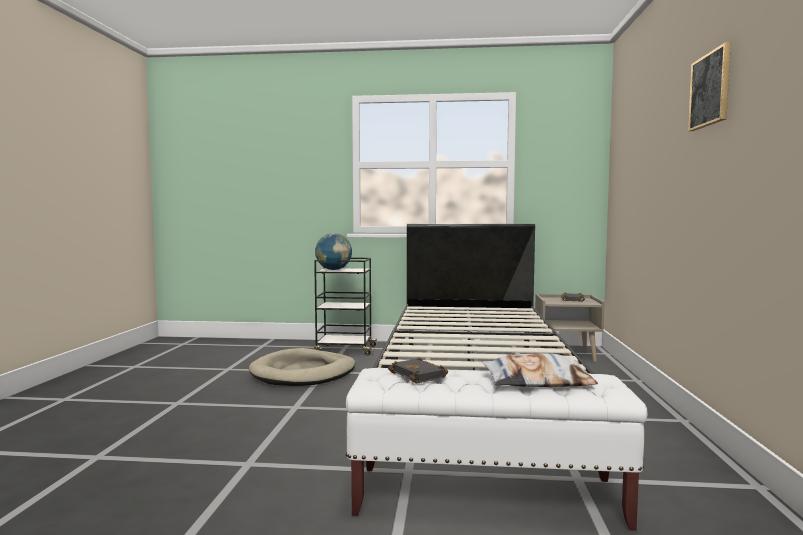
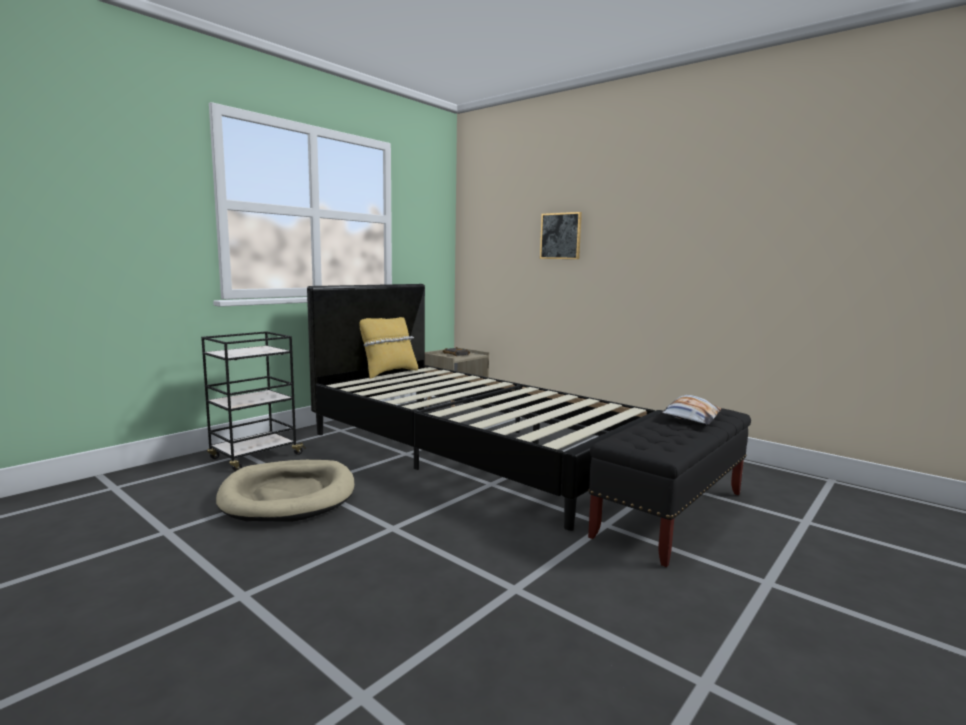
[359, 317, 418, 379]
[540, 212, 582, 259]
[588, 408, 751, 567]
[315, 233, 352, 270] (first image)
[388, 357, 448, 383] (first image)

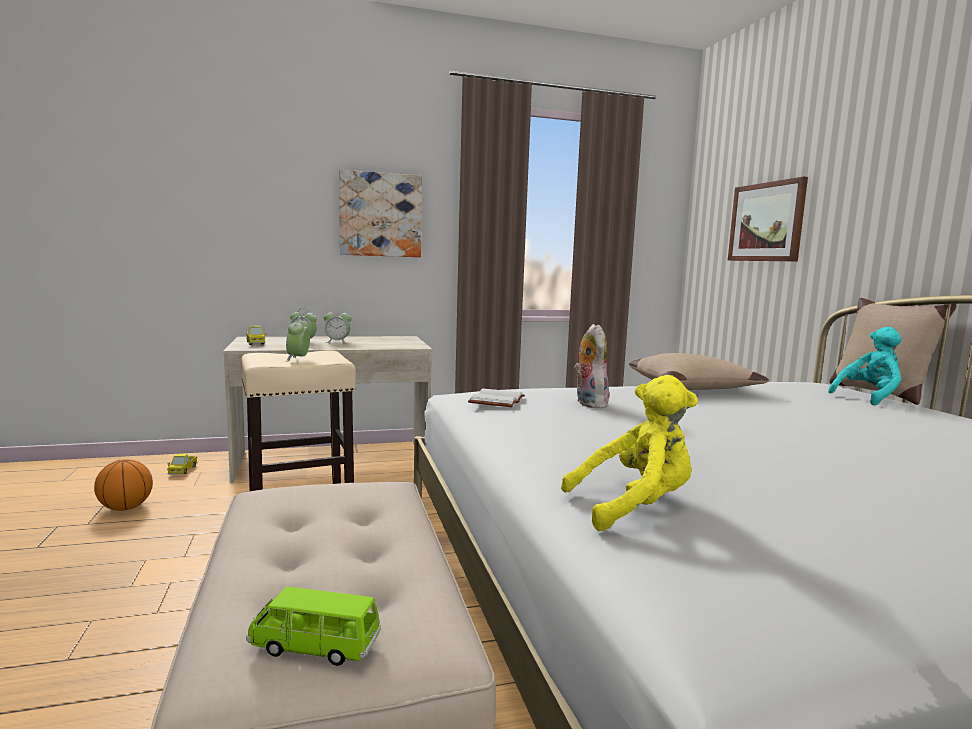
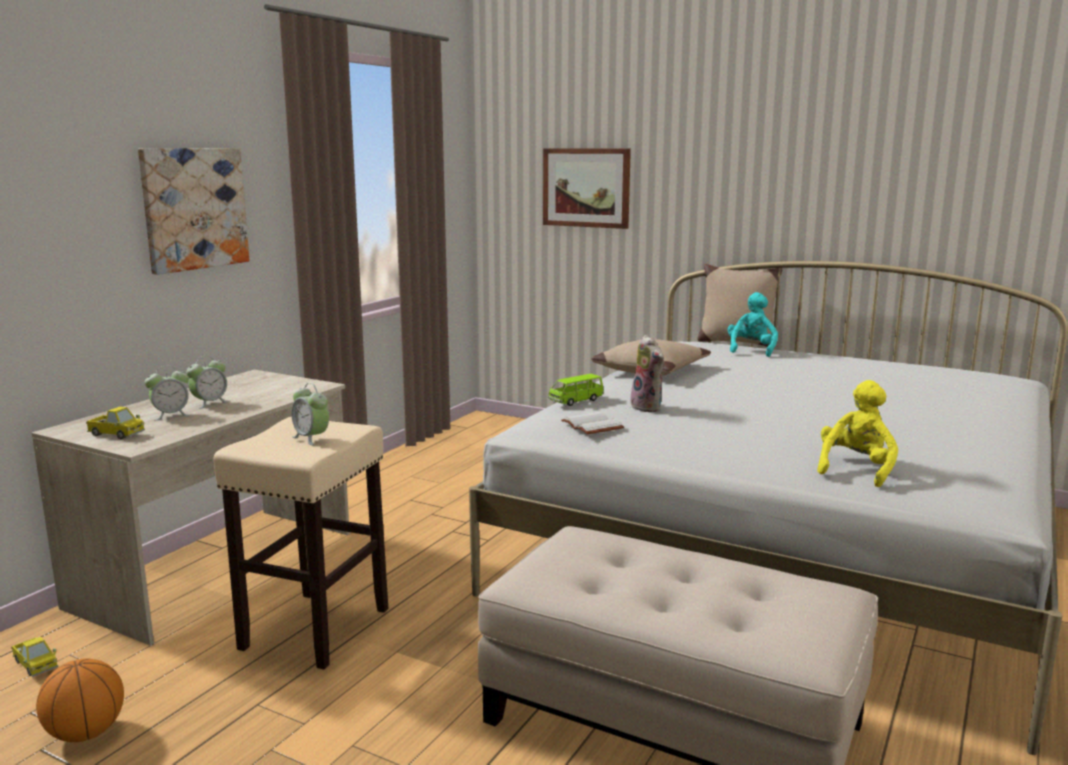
[548, 374, 604, 406]
[630, 335, 664, 412]

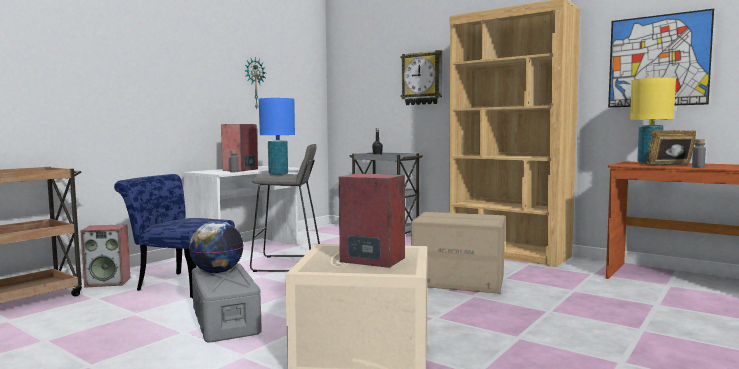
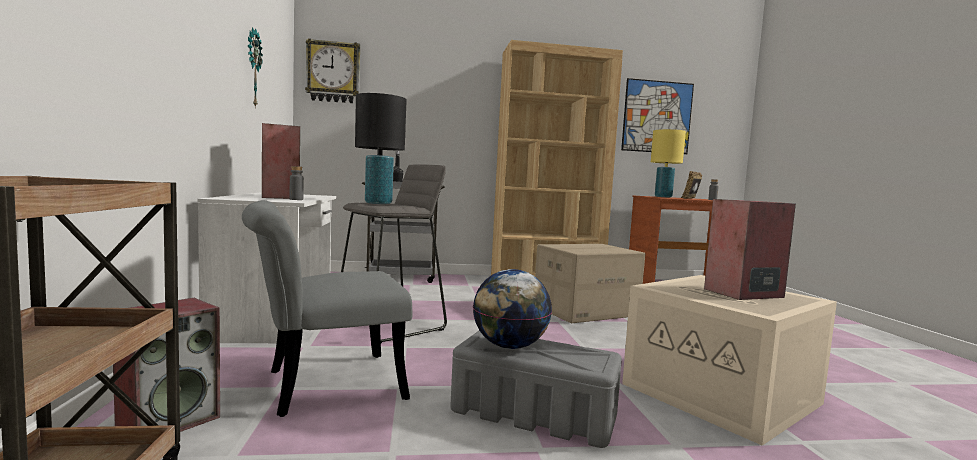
[242, 200, 412, 417]
[305, 38, 360, 103]
[355, 93, 407, 204]

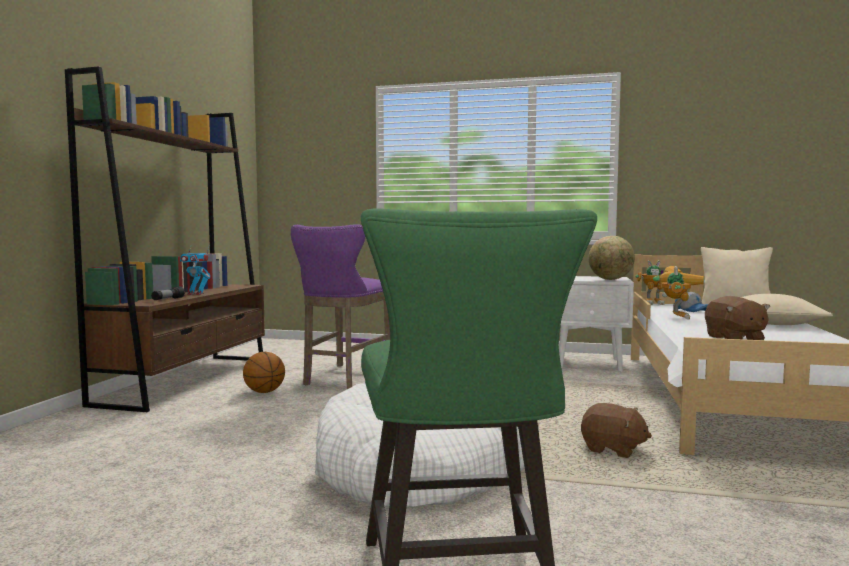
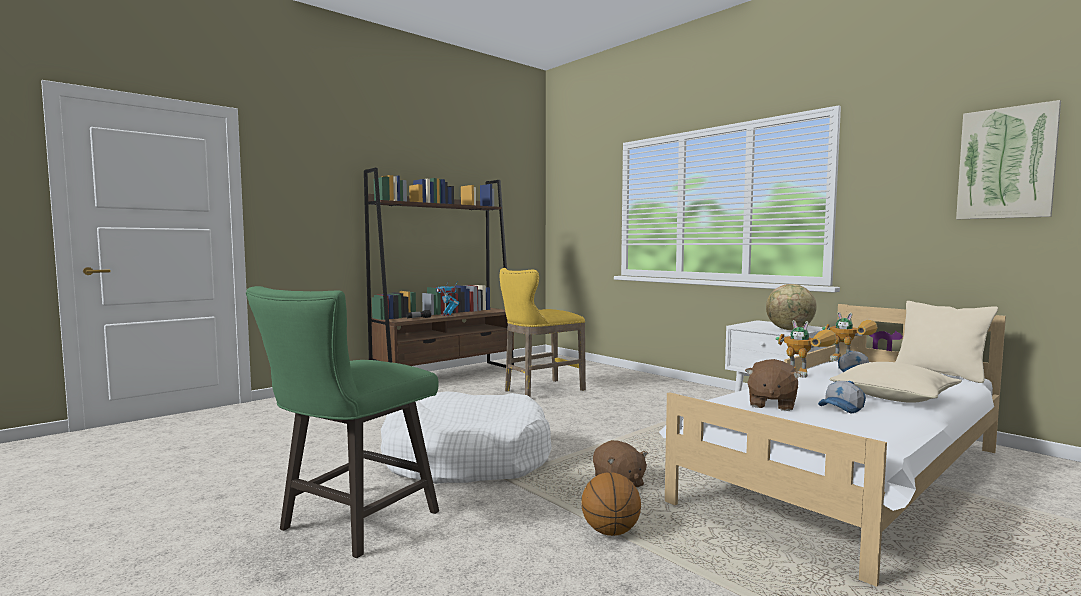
[500, 268, 586, 398]
[581, 472, 641, 536]
[776, 320, 837, 378]
[818, 381, 866, 413]
[956, 100, 1061, 219]

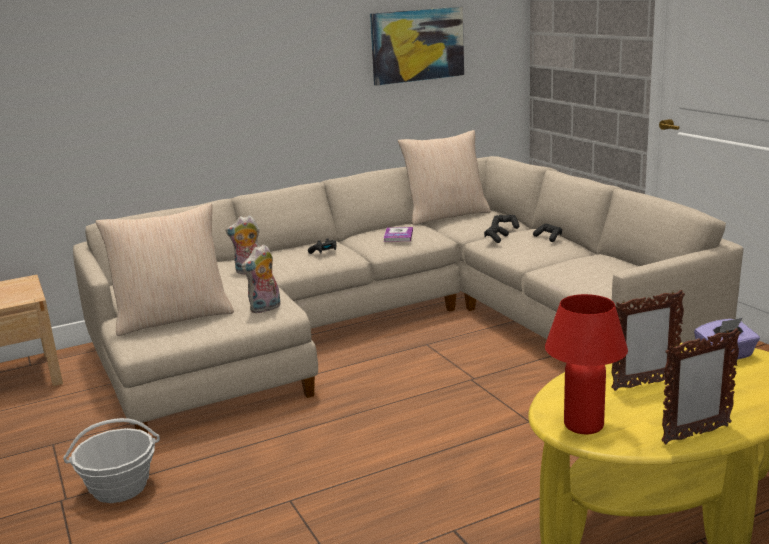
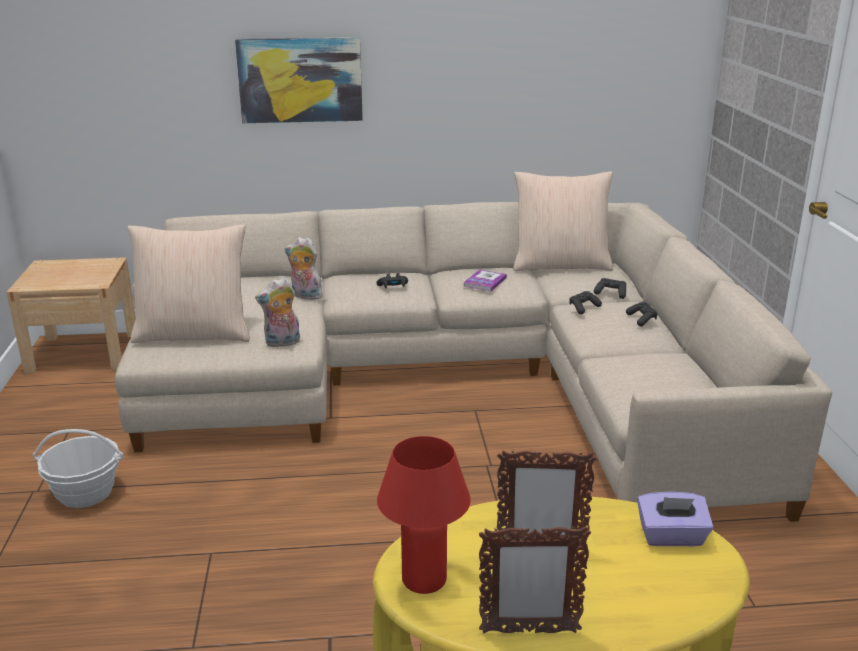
[235, 37, 363, 123]

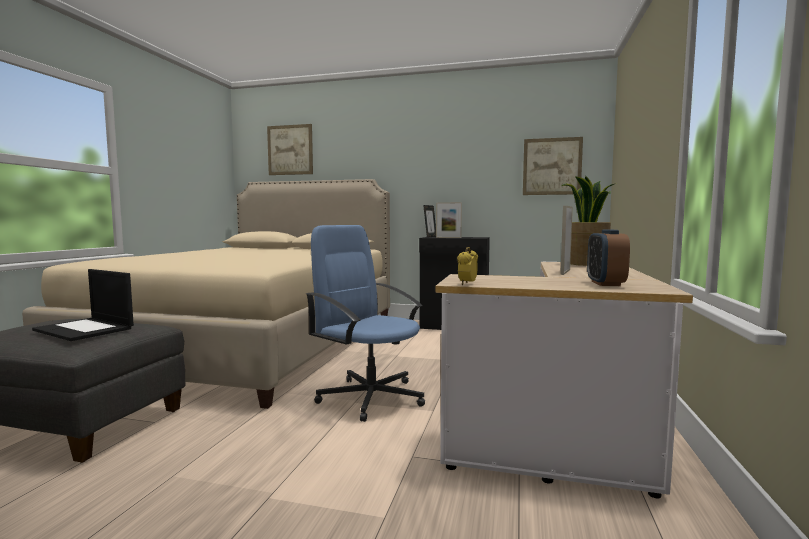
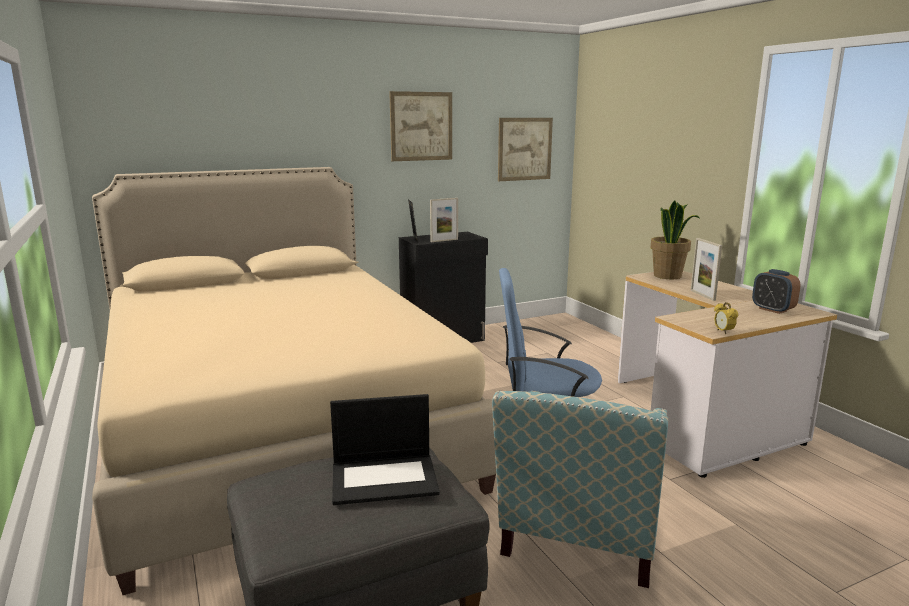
[389, 91, 452, 161]
[492, 391, 668, 588]

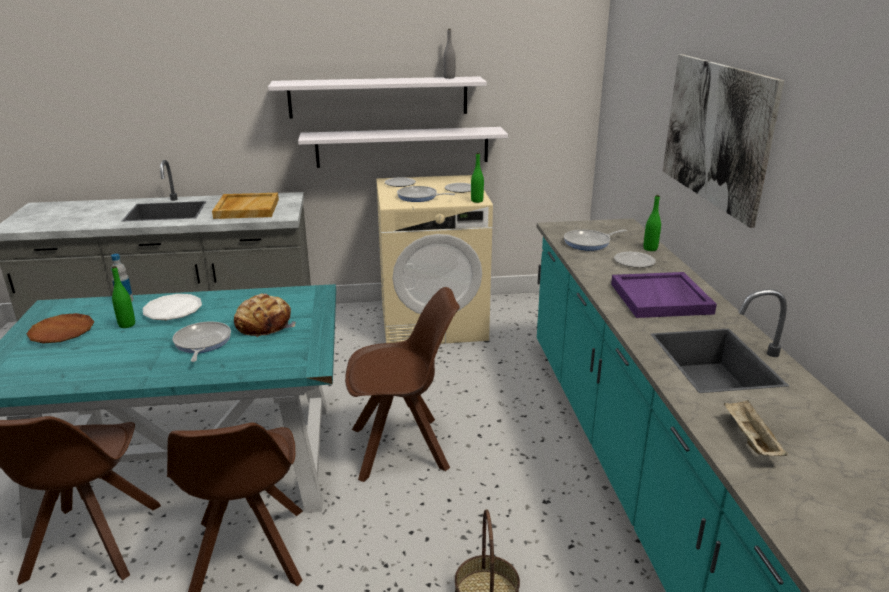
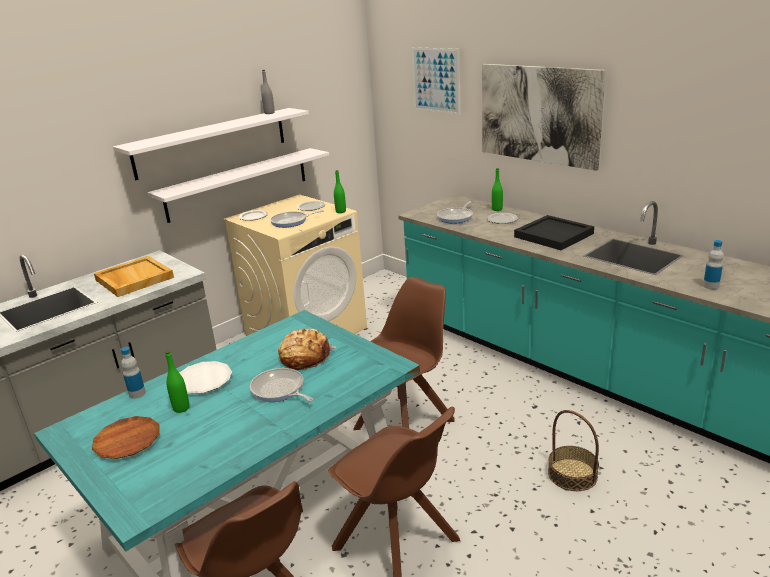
[412, 47, 460, 115]
[514, 215, 594, 250]
[703, 240, 723, 289]

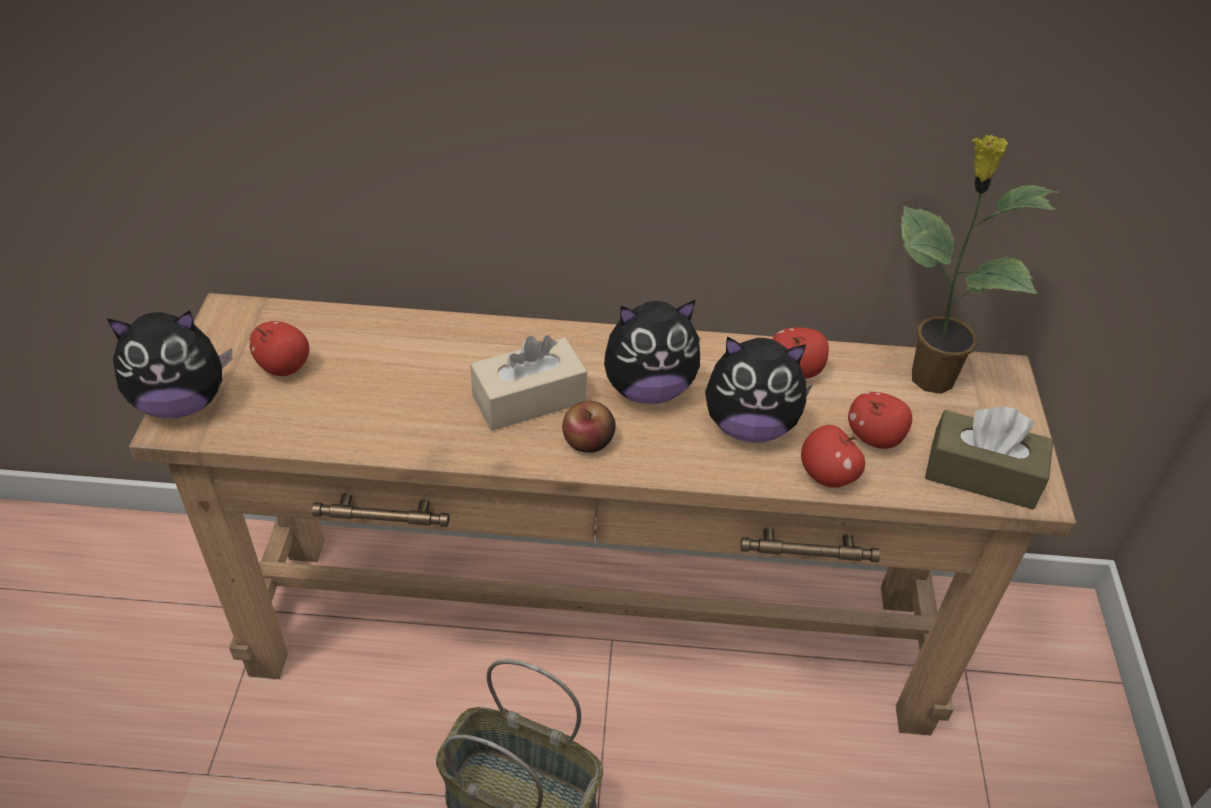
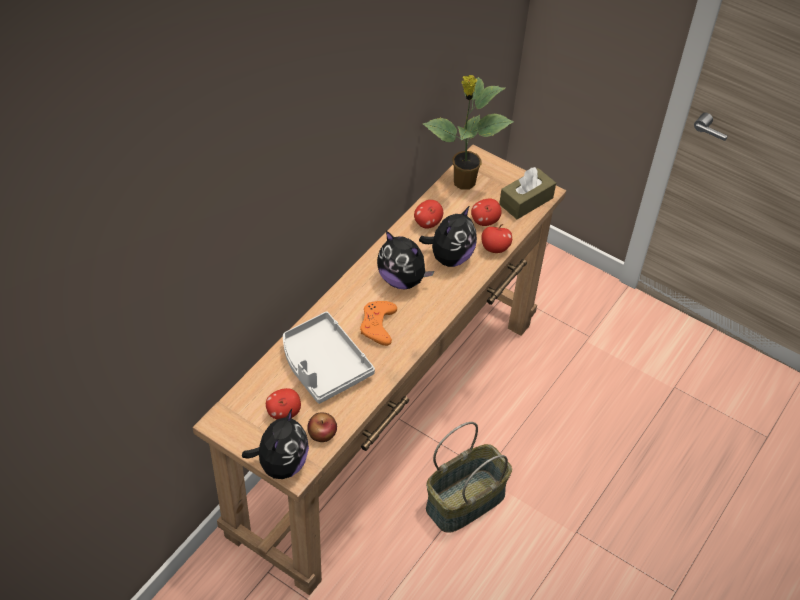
[283, 311, 375, 404]
[307, 412, 337, 442]
[360, 301, 397, 346]
[377, 231, 434, 290]

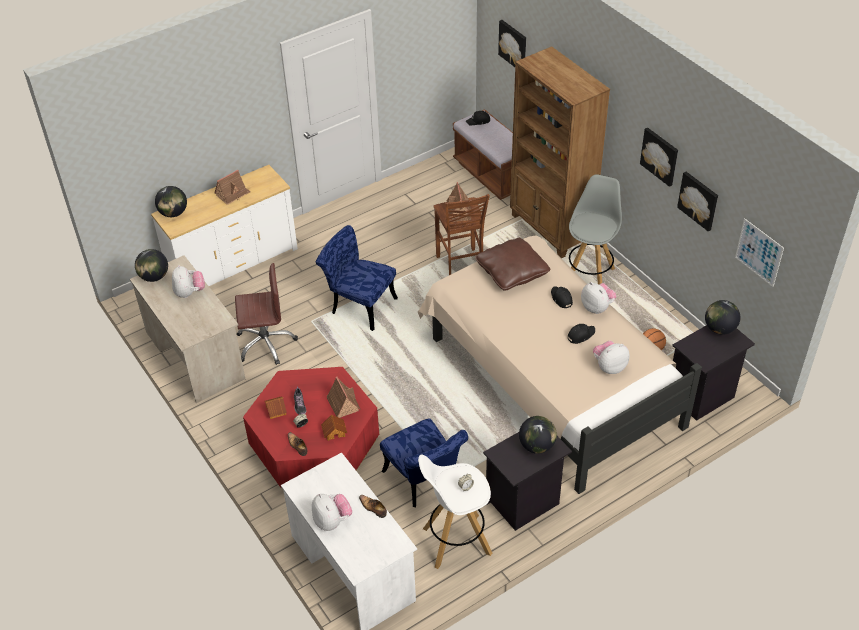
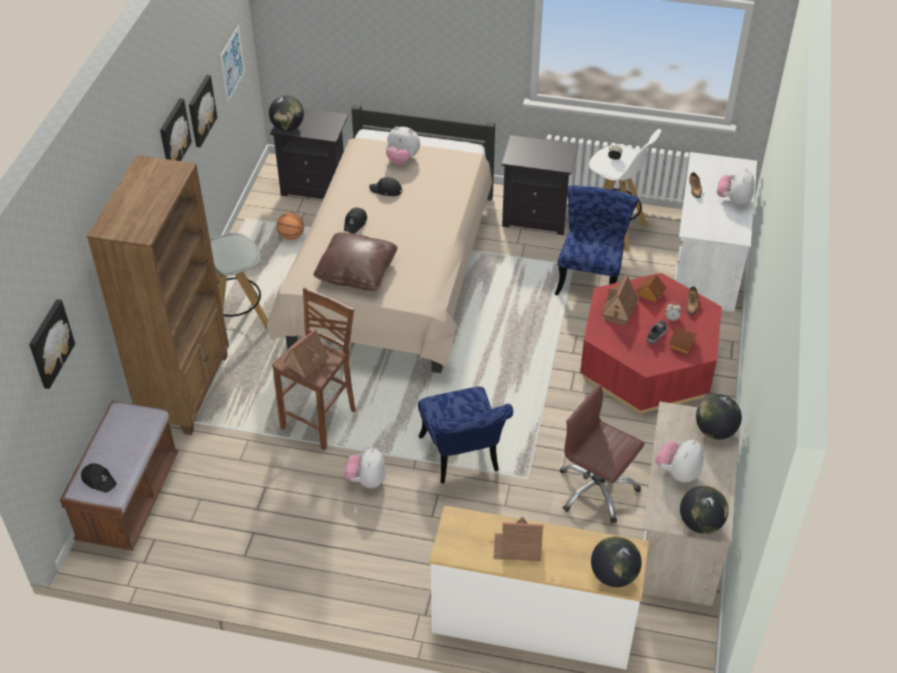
[344, 448, 386, 488]
[696, 395, 742, 440]

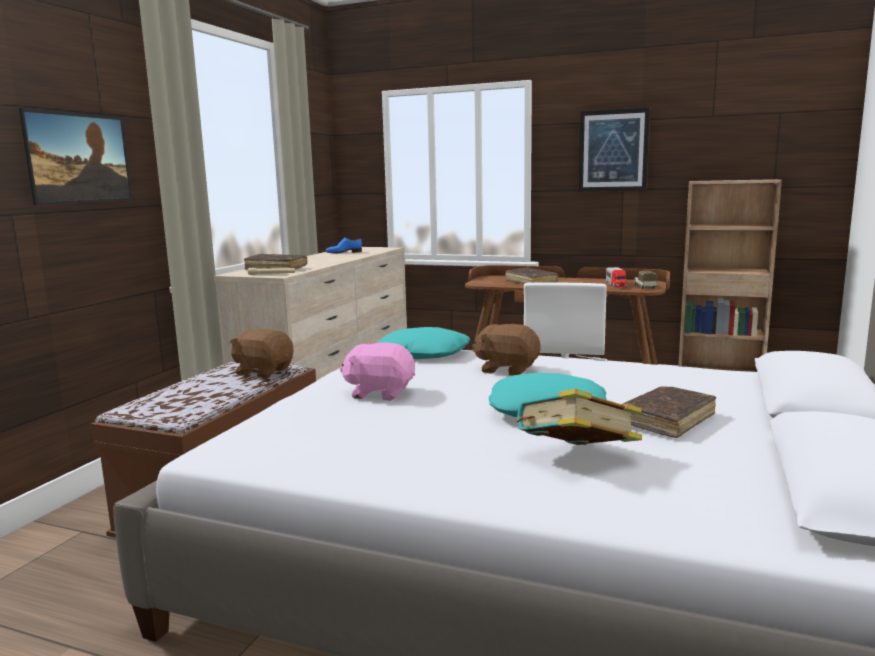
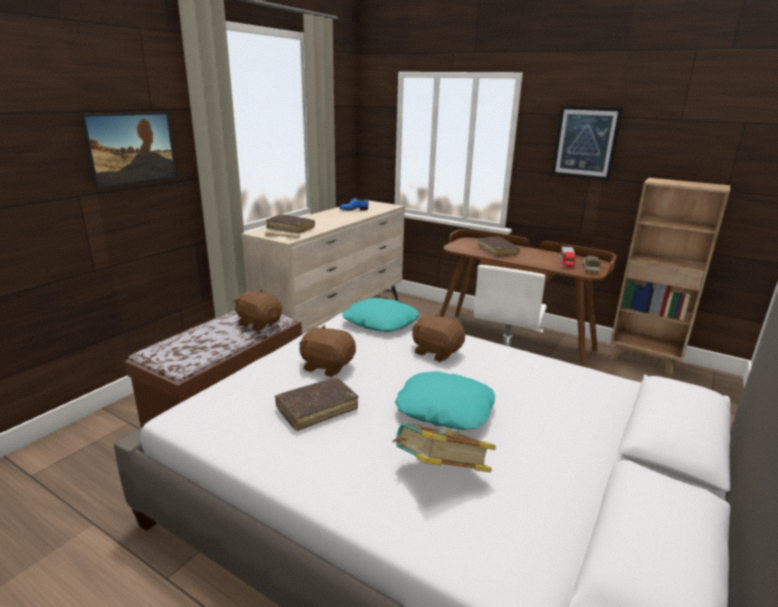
[275, 378, 359, 431]
[299, 325, 356, 377]

